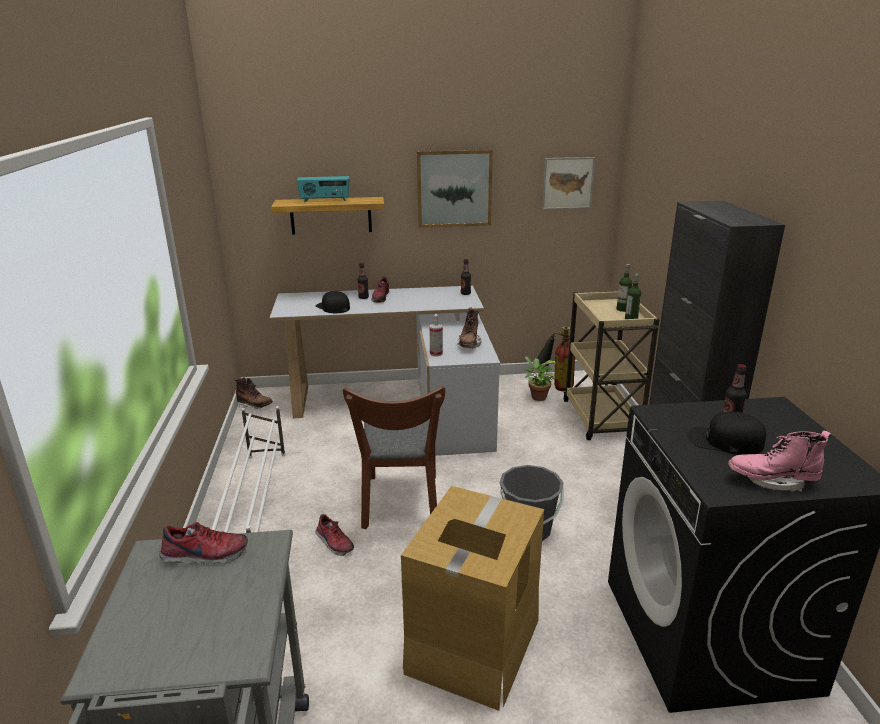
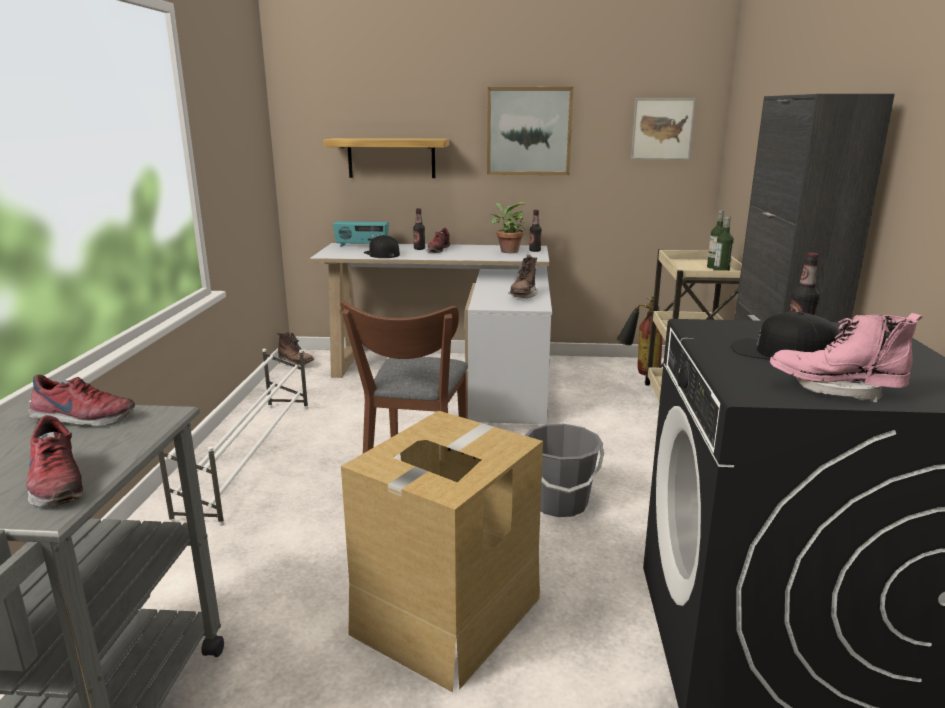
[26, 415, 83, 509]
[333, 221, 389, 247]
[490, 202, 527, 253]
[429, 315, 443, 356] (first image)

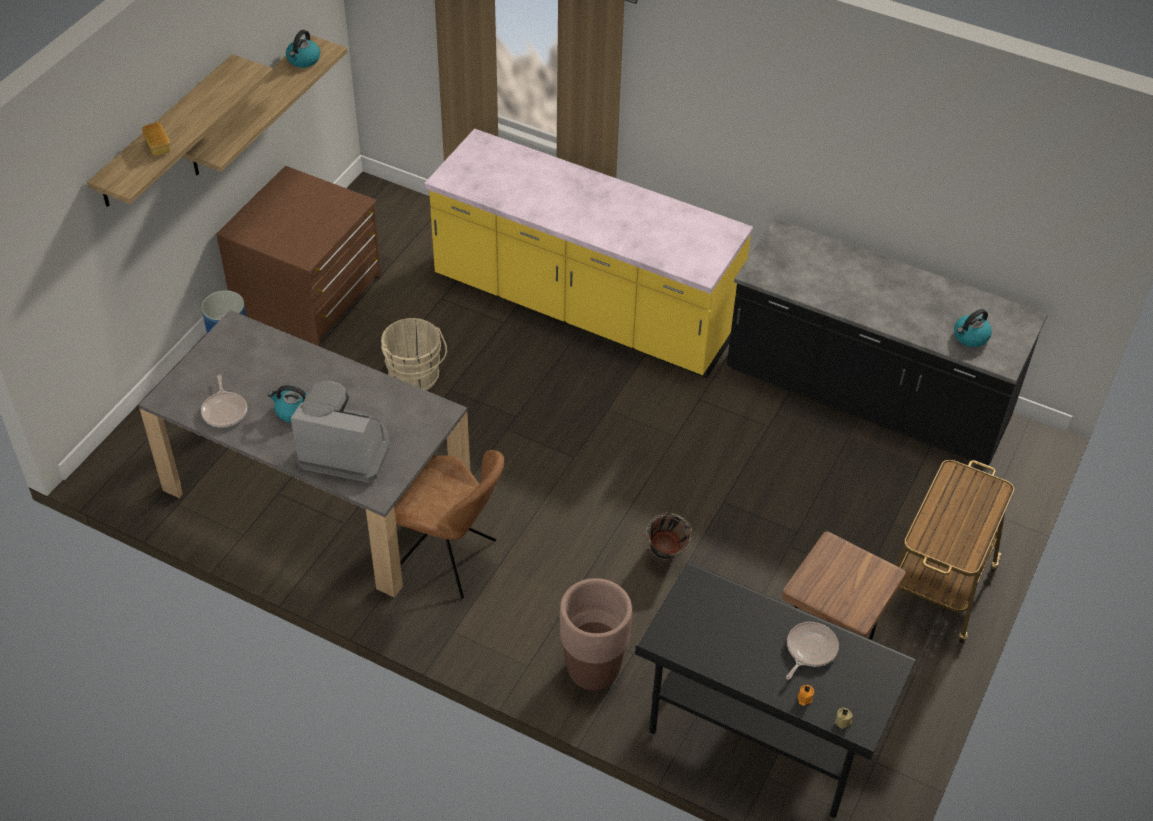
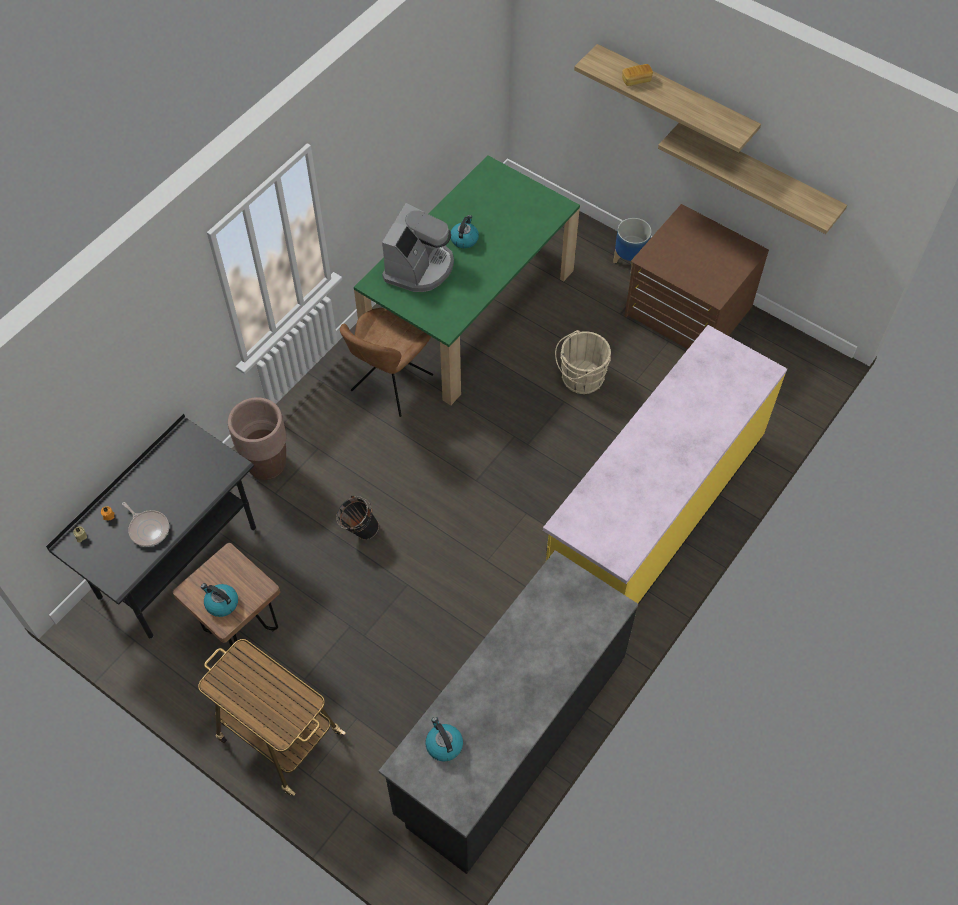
[201, 583, 238, 617]
[354, 155, 580, 405]
[201, 374, 247, 428] (first image)

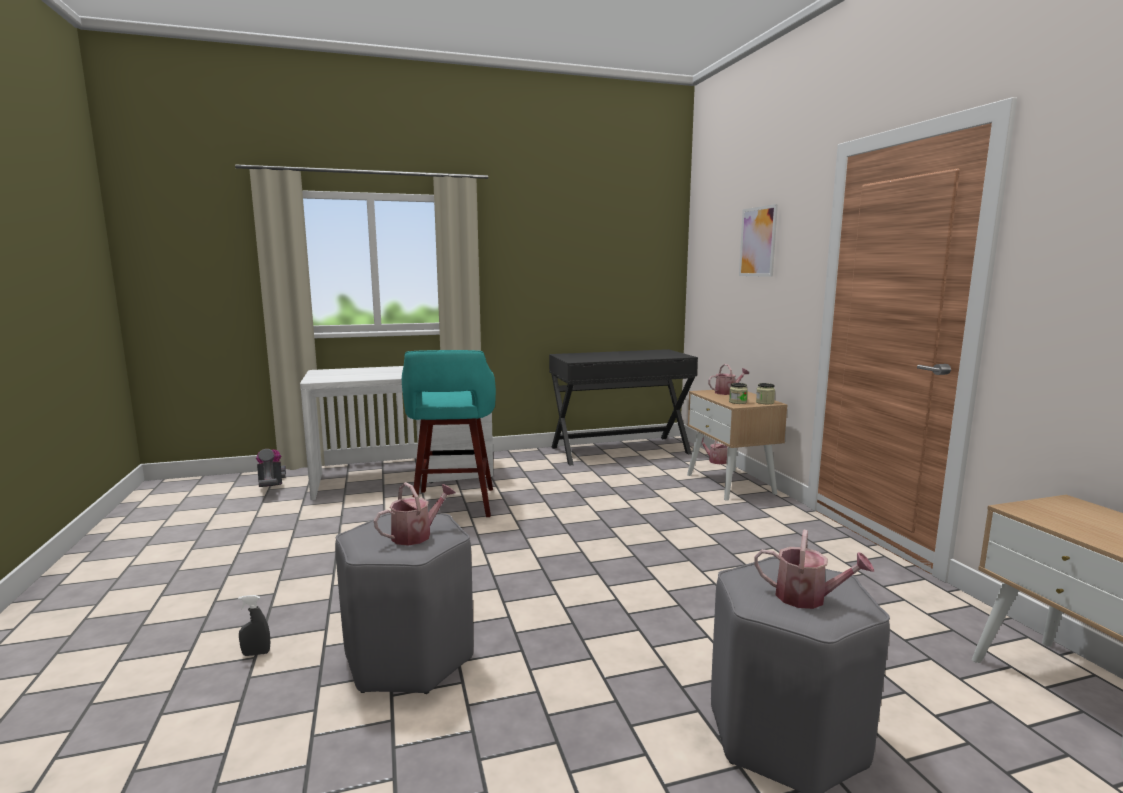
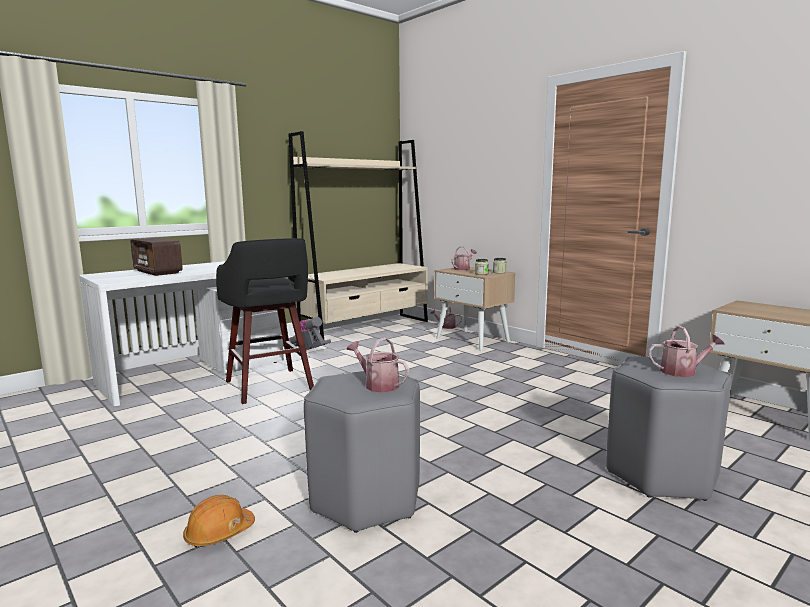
[131, 238, 183, 276]
[183, 495, 255, 548]
[216, 238, 314, 404]
[283, 317, 331, 350]
[288, 131, 428, 341]
[346, 337, 409, 393]
[739, 204, 778, 277] (first image)

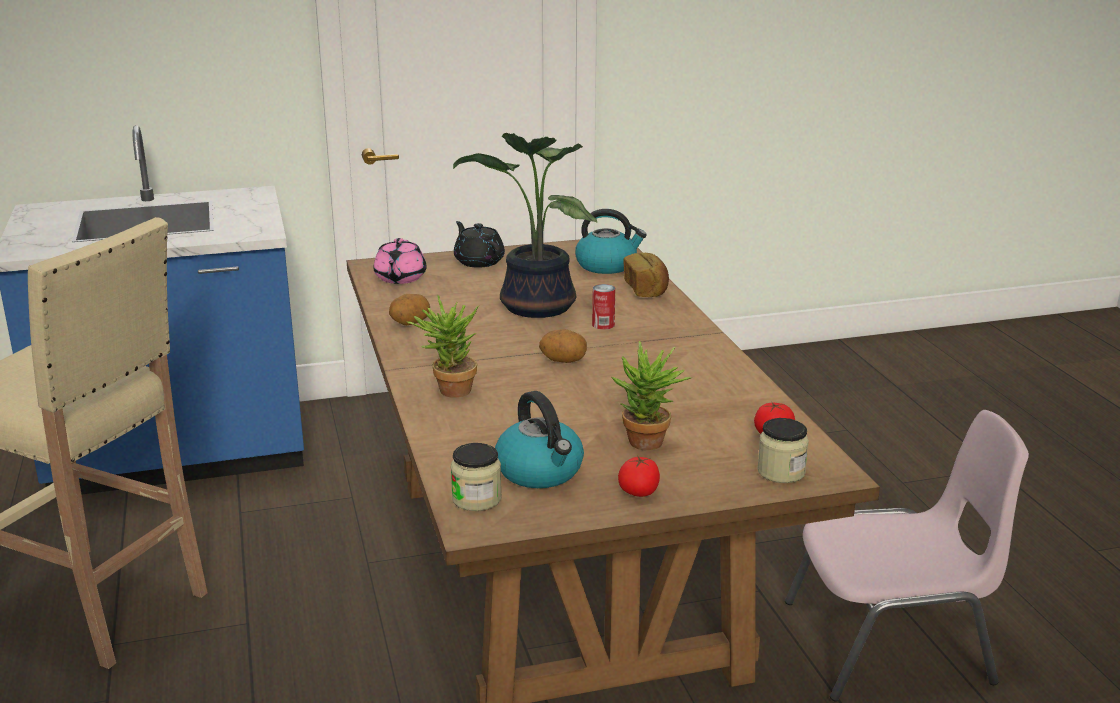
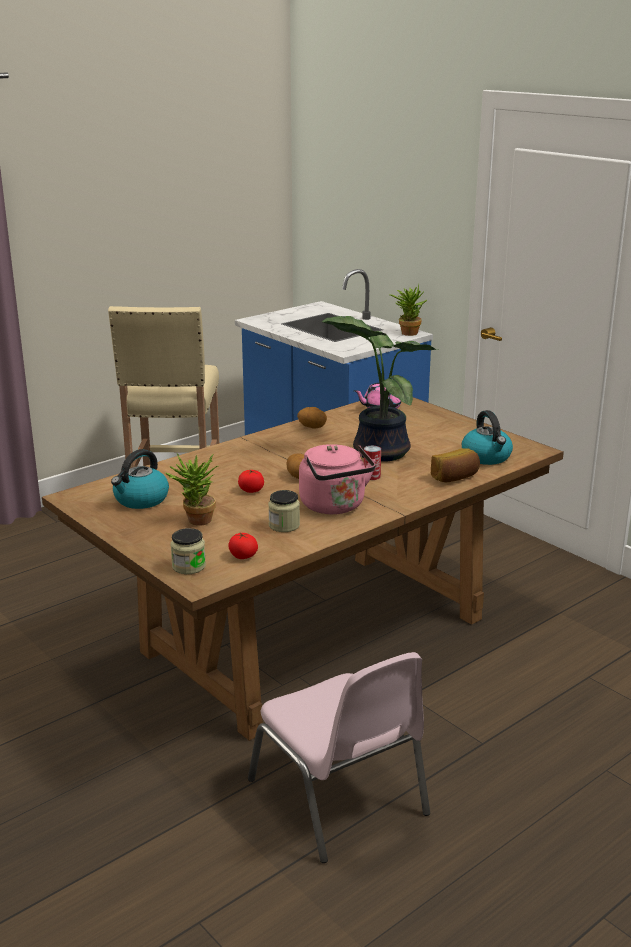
[238, 470, 264, 493]
[268, 490, 300, 532]
[299, 444, 375, 514]
[389, 284, 427, 336]
[454, 221, 505, 268] (first image)

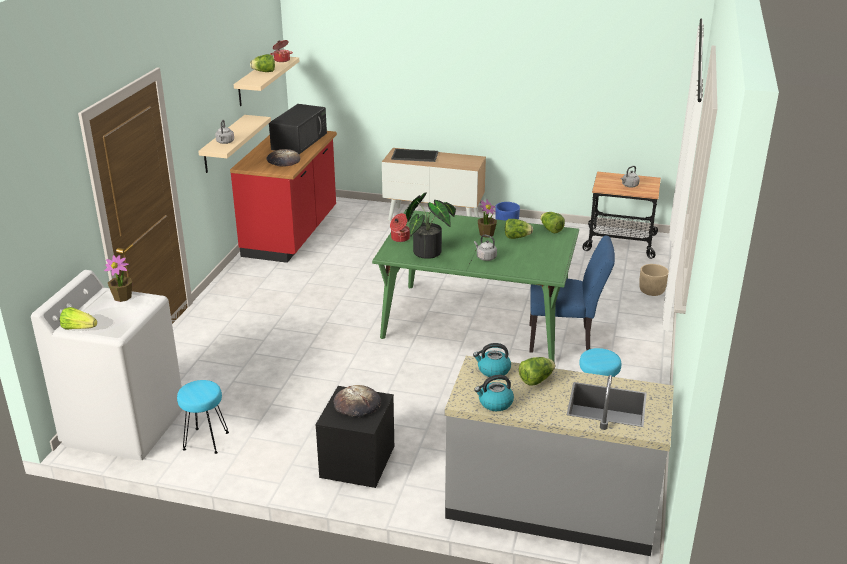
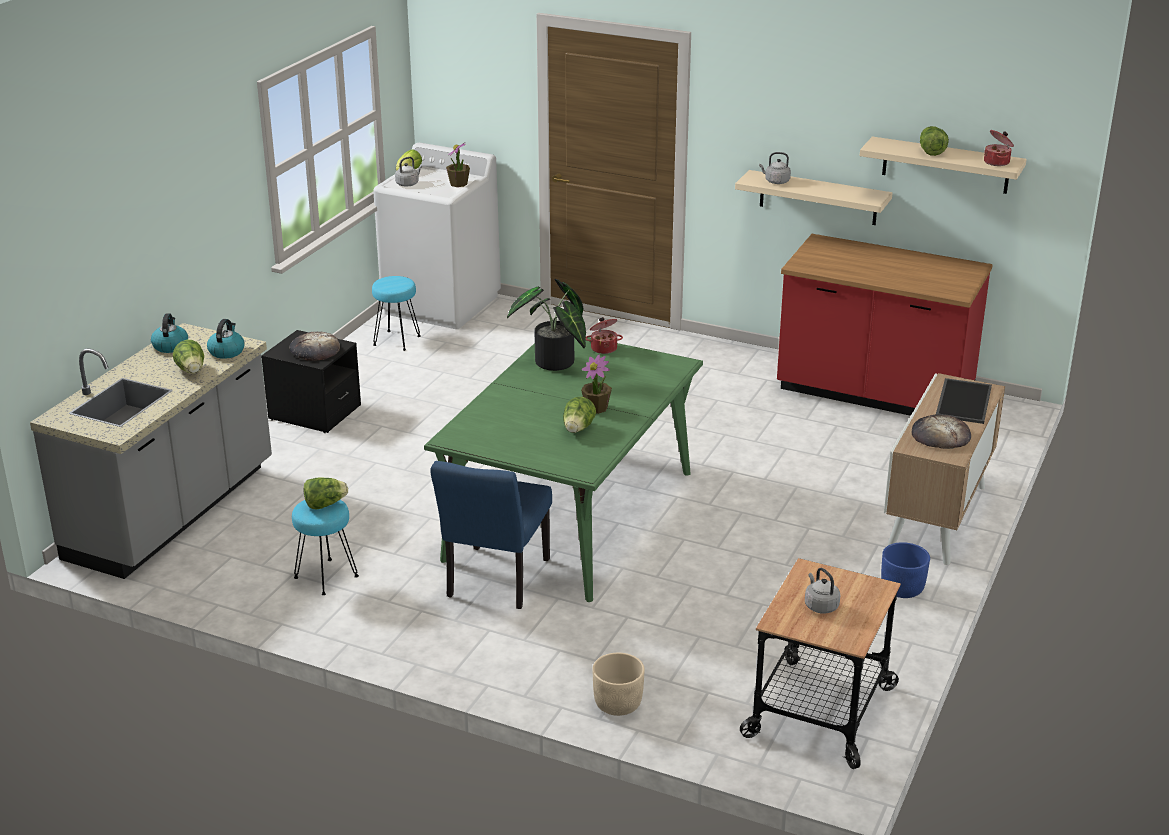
[303, 477, 348, 509]
[395, 157, 422, 186]
[912, 414, 971, 449]
[269, 104, 327, 154] (first image)

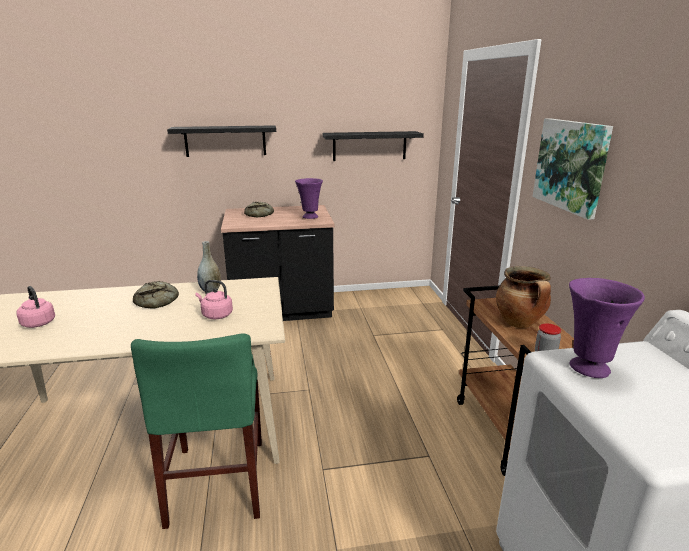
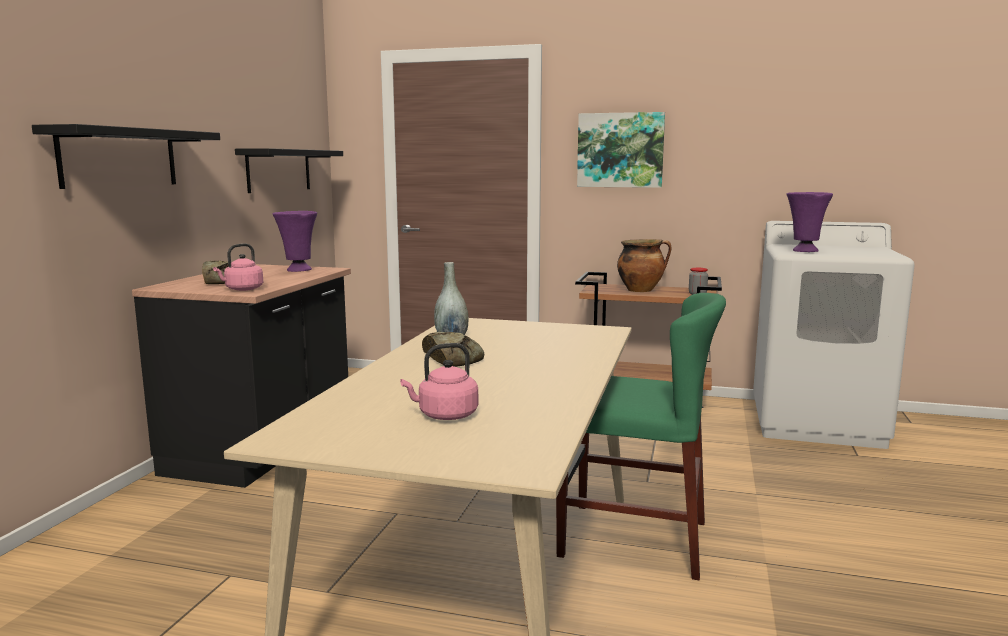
[213, 244, 263, 291]

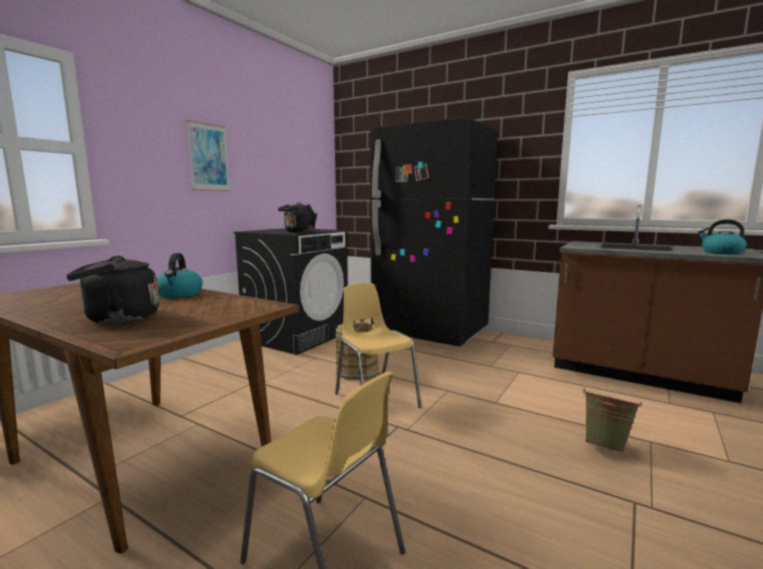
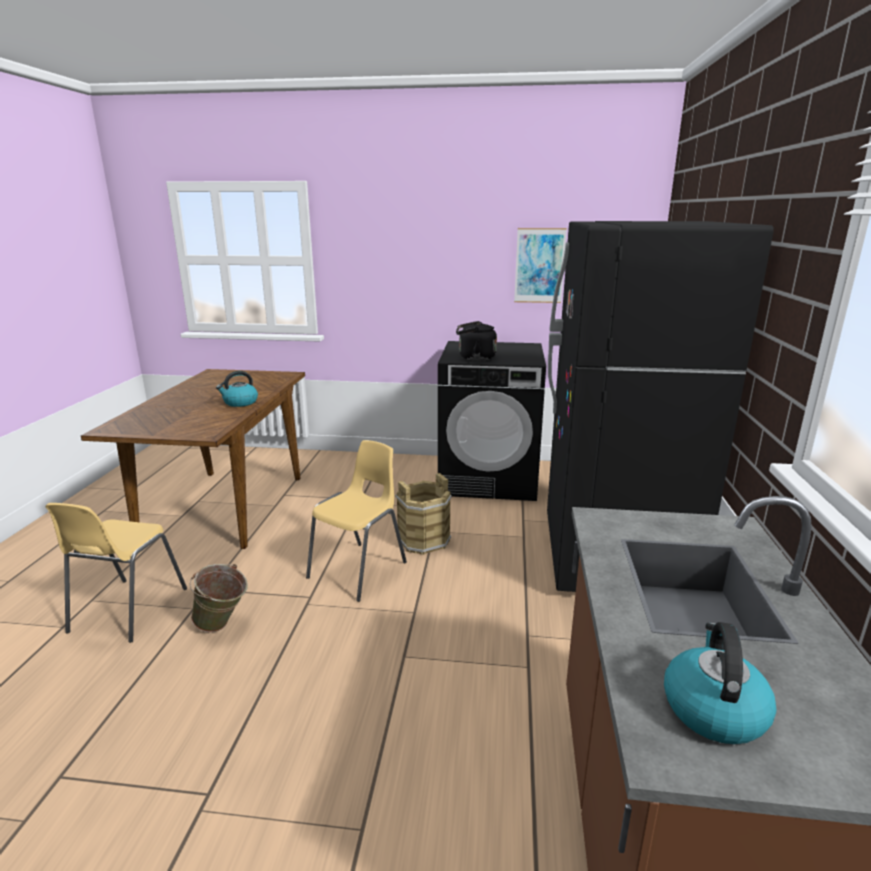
[190, 564, 248, 632]
[514, 228, 567, 303]
[66, 256, 159, 324] (first image)

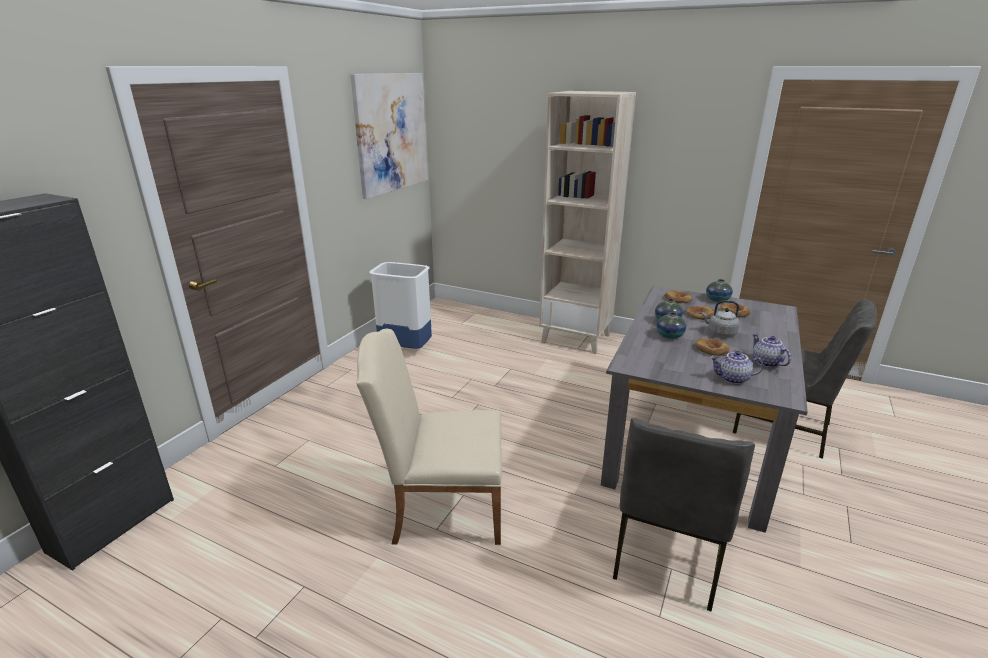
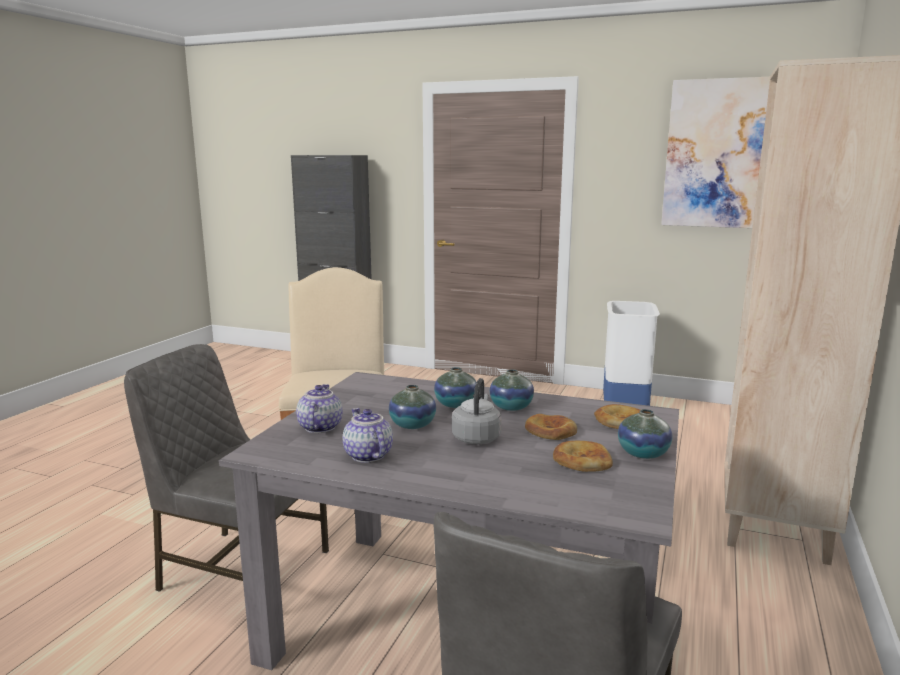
[343, 408, 393, 463]
[389, 385, 436, 429]

